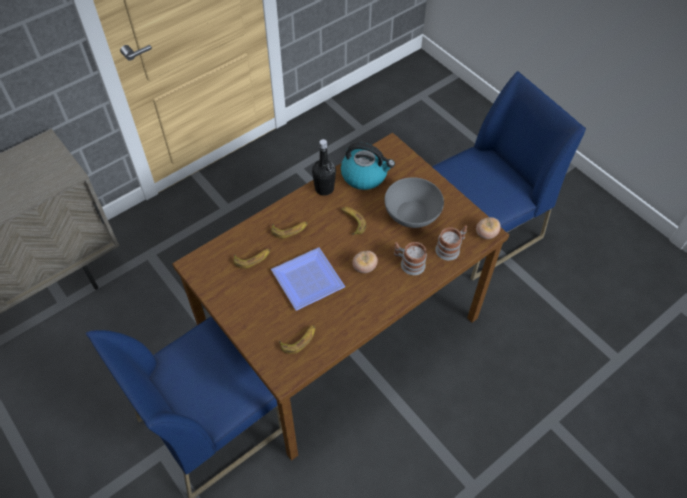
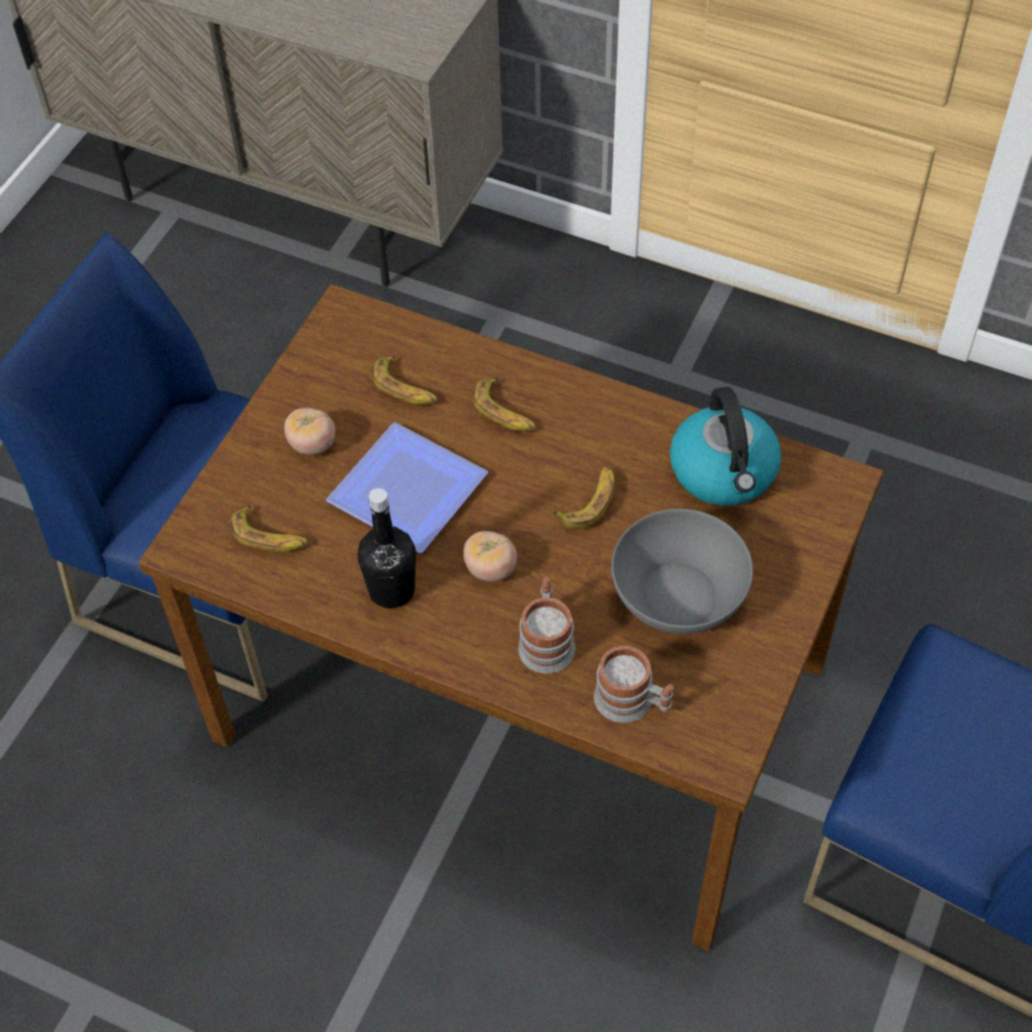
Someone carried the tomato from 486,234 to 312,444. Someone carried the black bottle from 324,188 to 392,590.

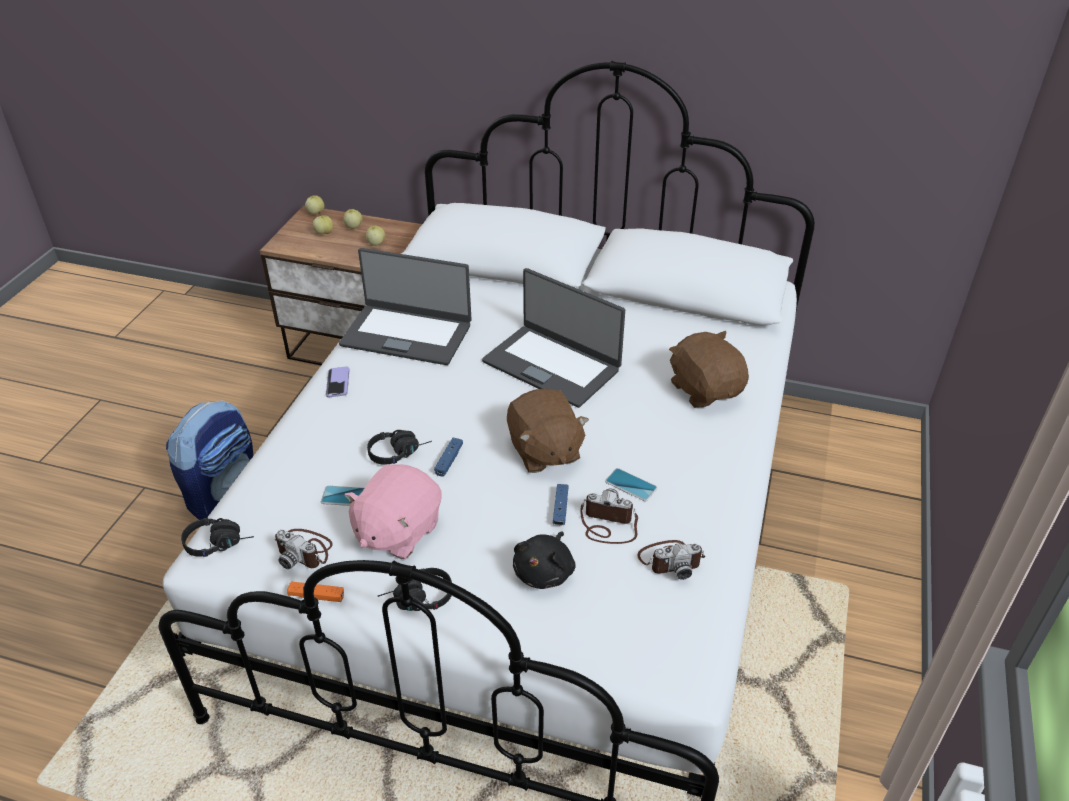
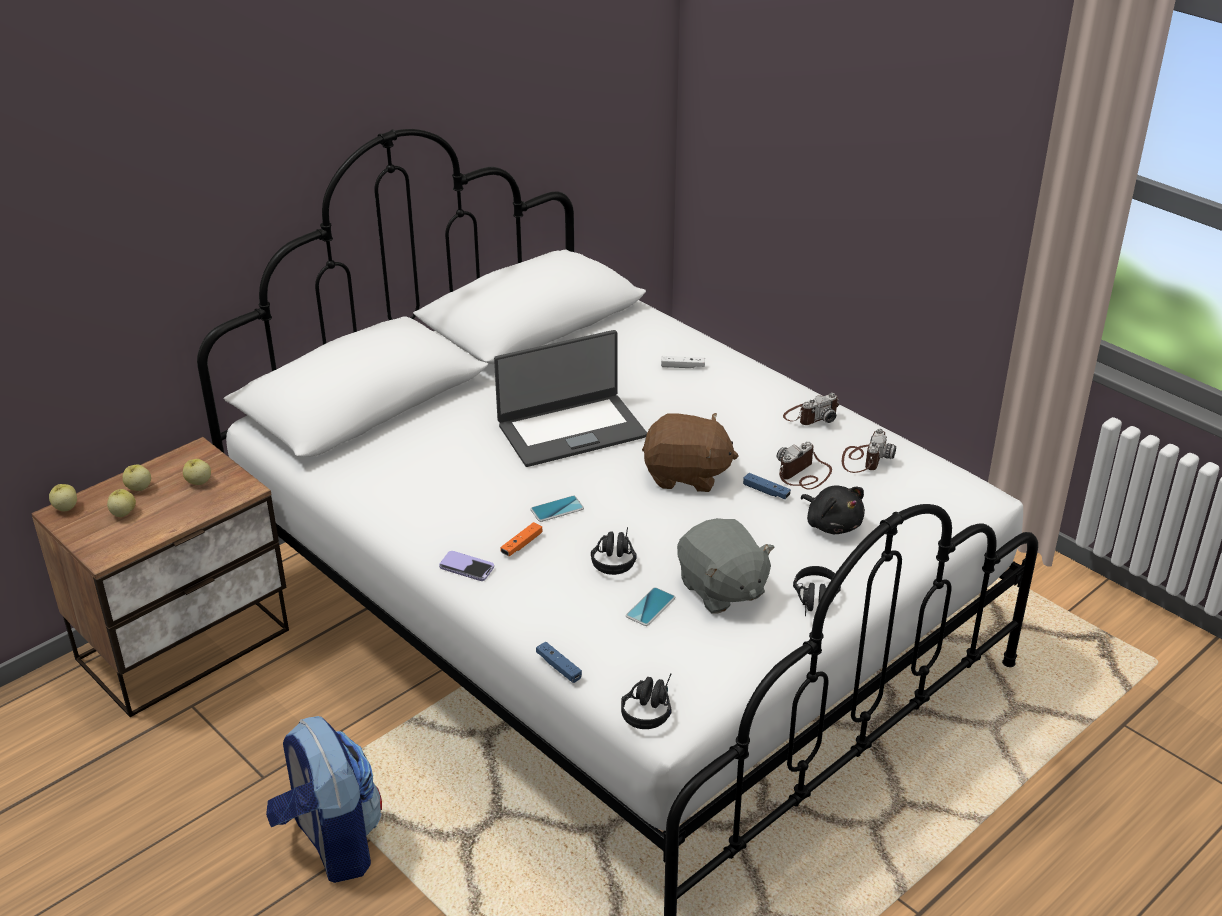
Someone carried the orange game controller from 316,596 to 521,545. Someone carried the phone from 631,485 to 557,509. Someone carried the blue game controller from 449,460 to 558,667. Someone swapped the brown plush toy at 705,389 for the white game controller at 682,366. Someone repainted the pink plush toy at 397,531, which became the grey plush toy at 721,589. Someone carried the photo camera from 305,550 to 811,415. Someone took away the laptop at 407,334.

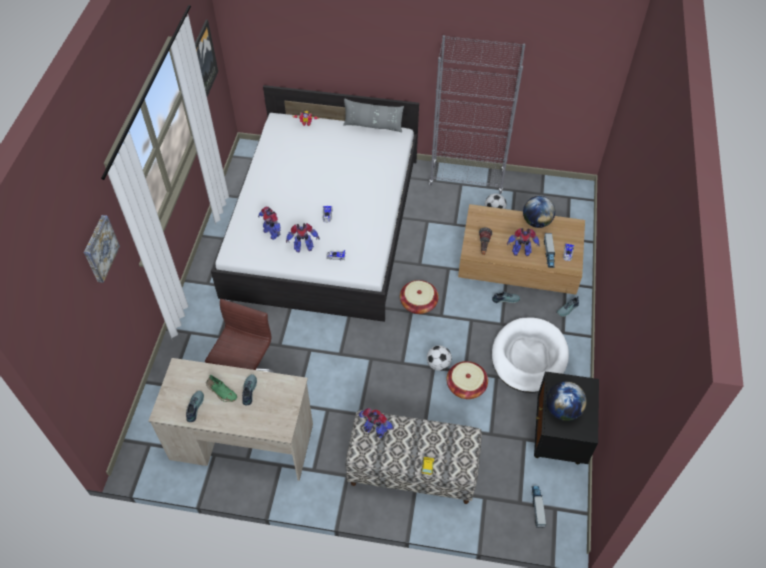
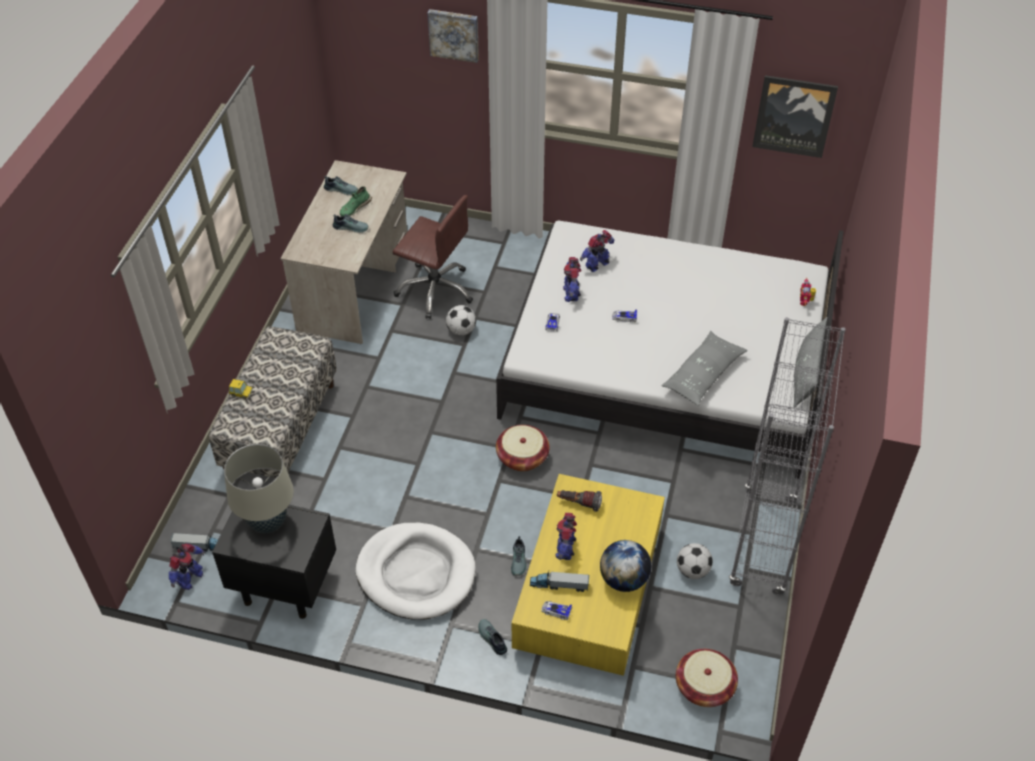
Someone carried the toy robot from 375,430 to 190,578. Someone swapped the globe at 562,410 for the beige table lamp at 268,522. Someone carried the football from 438,364 to 461,330. Someone repainted the brown coffee table at 519,261, which became the yellow coffee table at 588,589. Someone put down the grey pillow at 703,375. Someone carried the basket from 466,386 to 704,686.

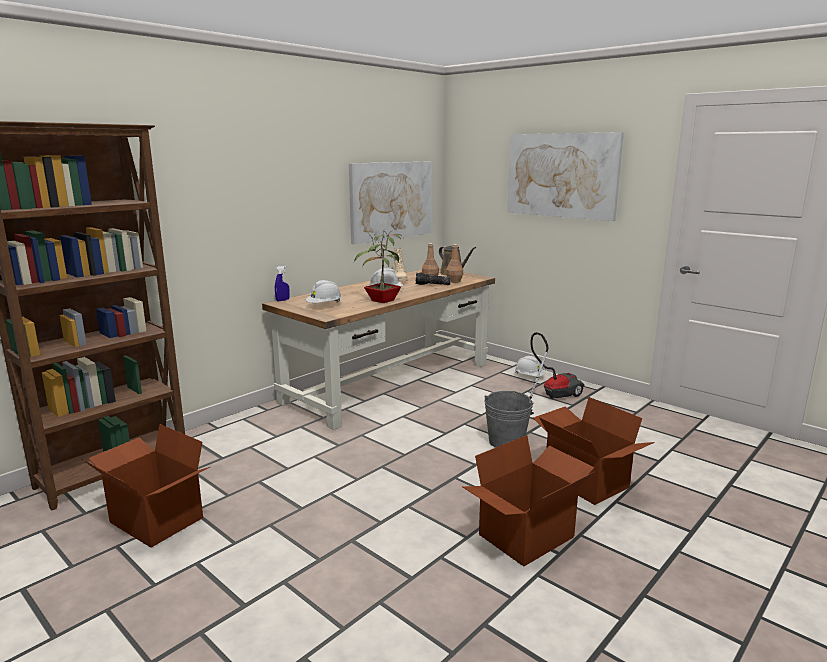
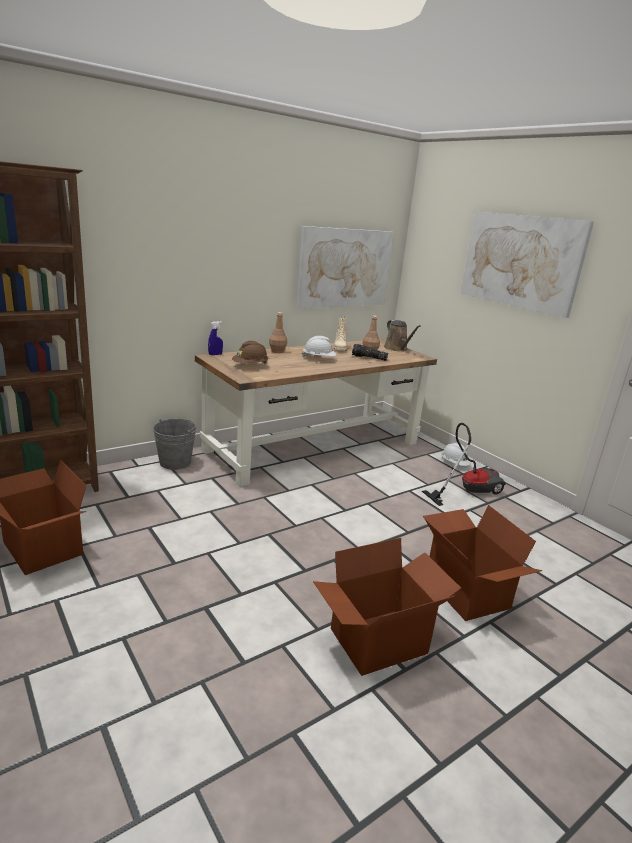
Someone carried the grey bucket from 506,442 to 175,462. Someone repainted the white hard hat at 324,305, which became the brown hard hat at 250,366. Someone carried the brown bottle from 454,281 to 277,351. Someone took away the potted plant at 381,301.

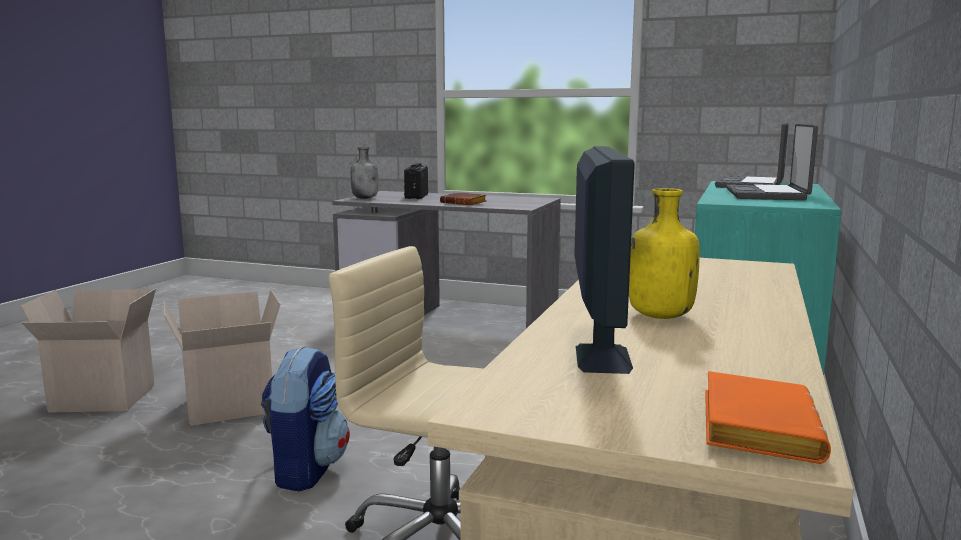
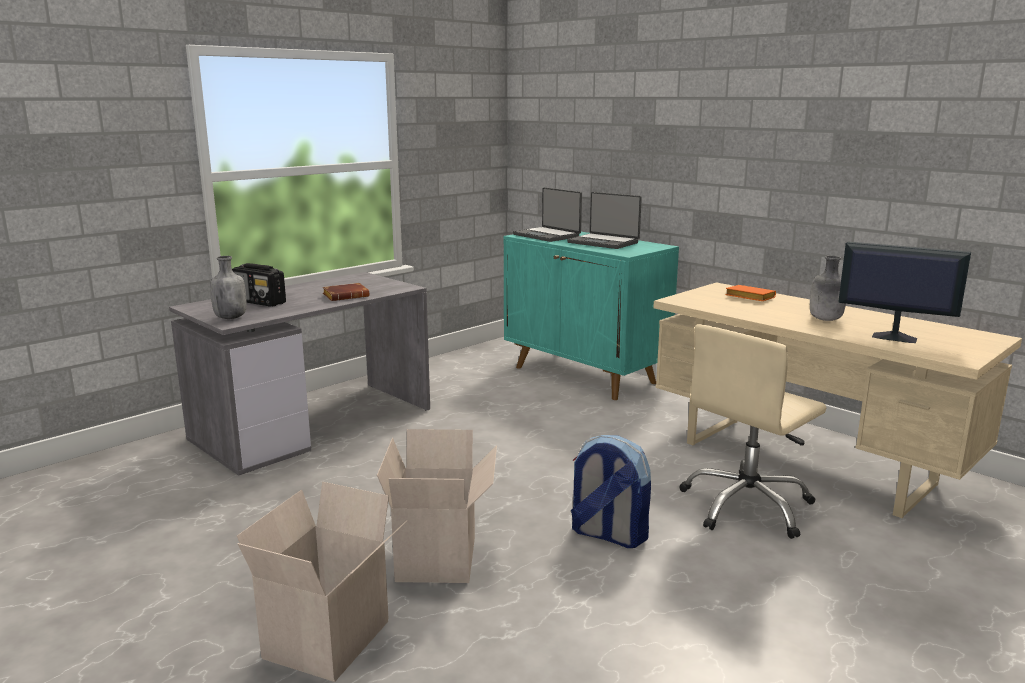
Someone carried the orange book from 753,427 to 748,297. Someone repainted the yellow bottle at 658,316, which became the grey bottle at 825,319.

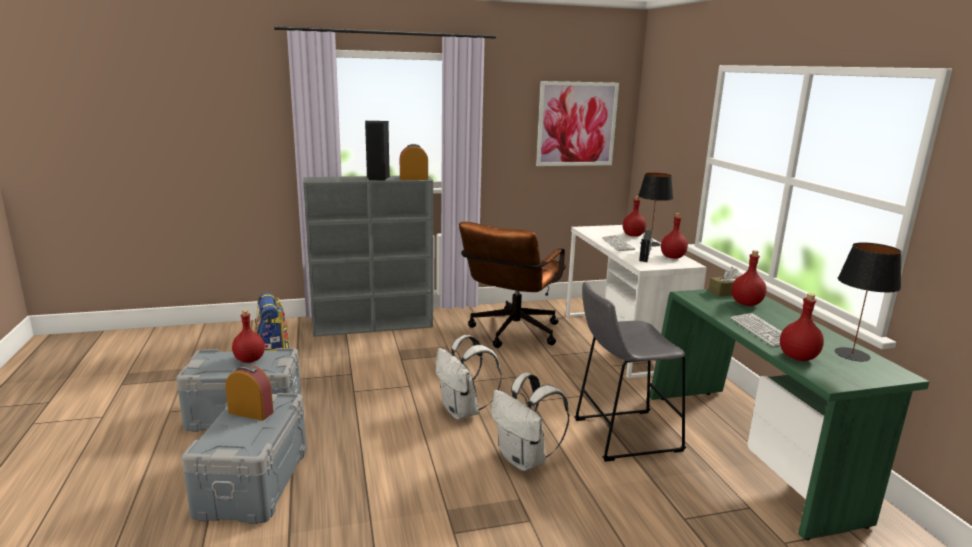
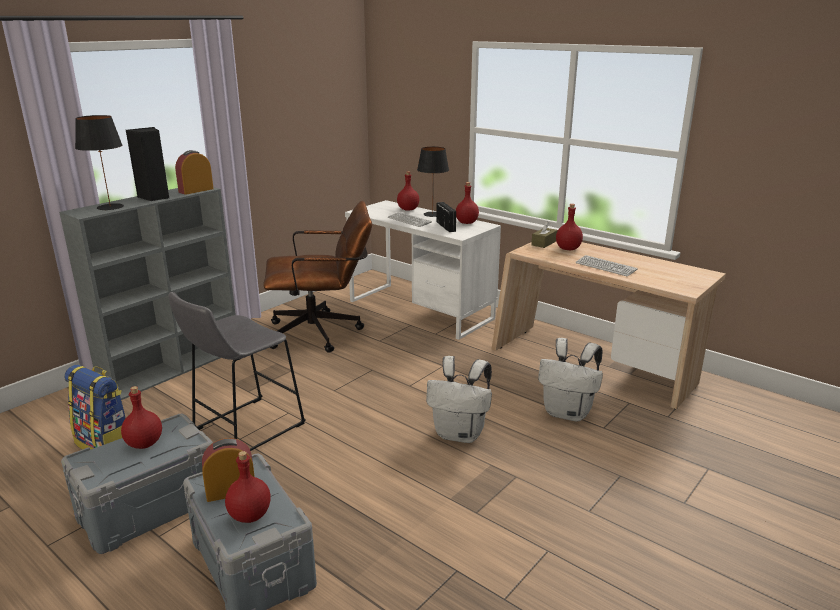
Someone carried the black table lamp from 852,354 to 110,207. Someone carried the grey stool from 621,435 to 243,429. Someone carried the red bottle from 798,358 to 250,515. Someone rotated the brown office chair at 511,334 by 90 degrees counterclockwise. Someone repainted the green desk at 749,454, which became the beige desk at 593,366. Someone carried the white backpack from 463,412 to 568,413. Someone took away the picture at 576,124.

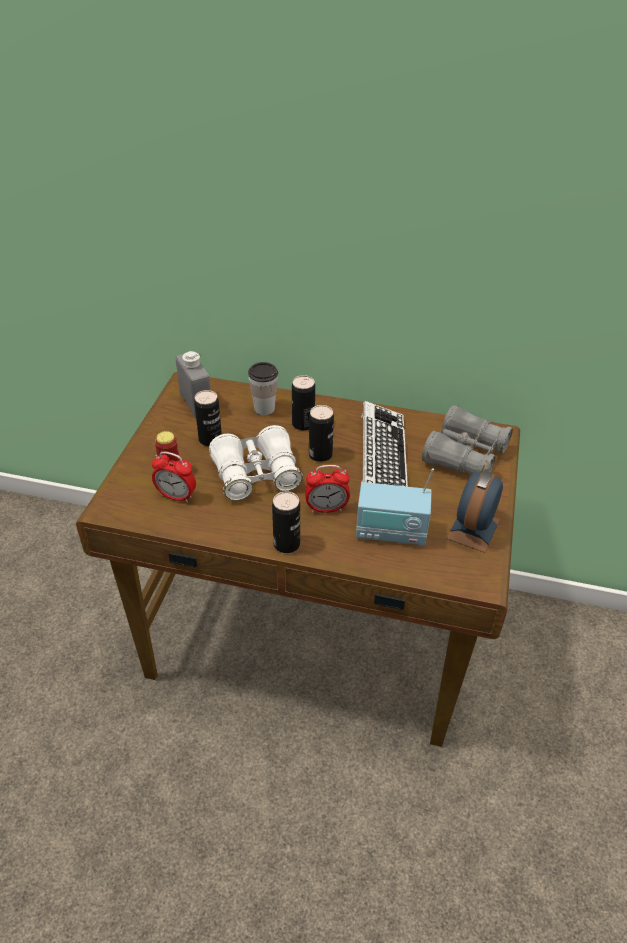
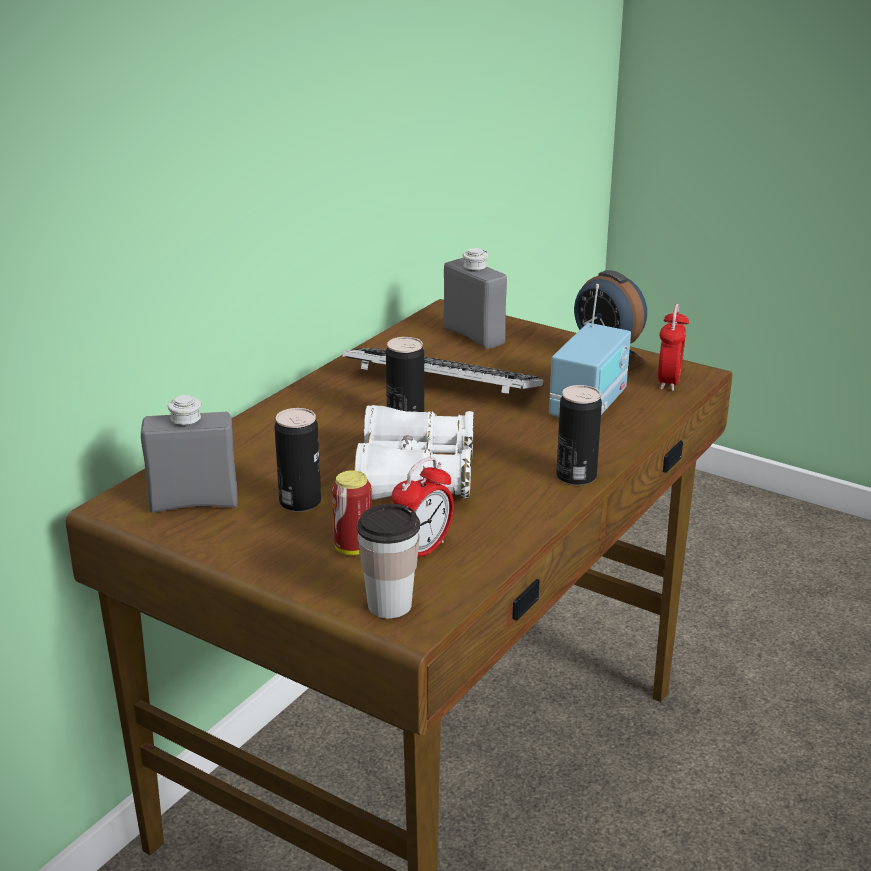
Someone carried the cup from 264,409 to 389,605. Someone swapped the grey binoculars at 464,455 for the grey bottle at 473,336. Someone carried the alarm clock from 326,508 to 669,381. Someone took away the can at 303,424.

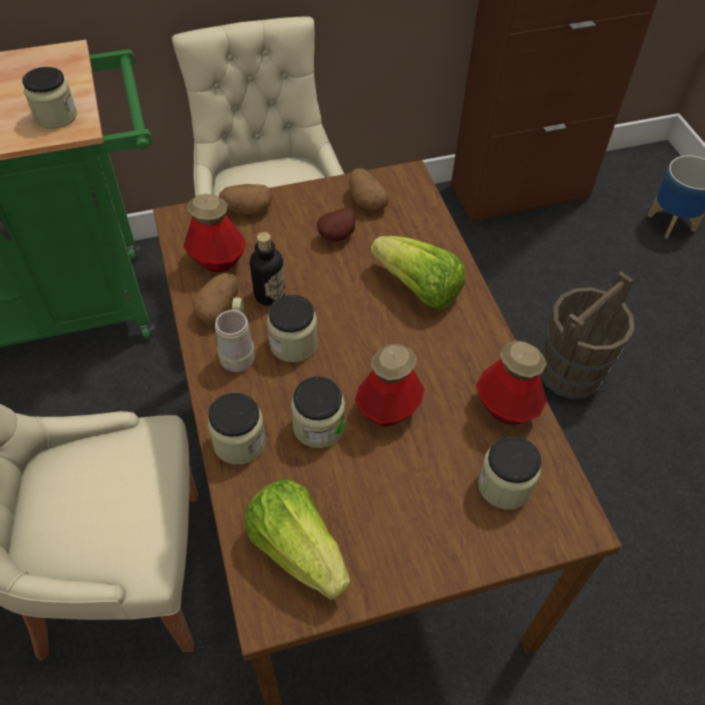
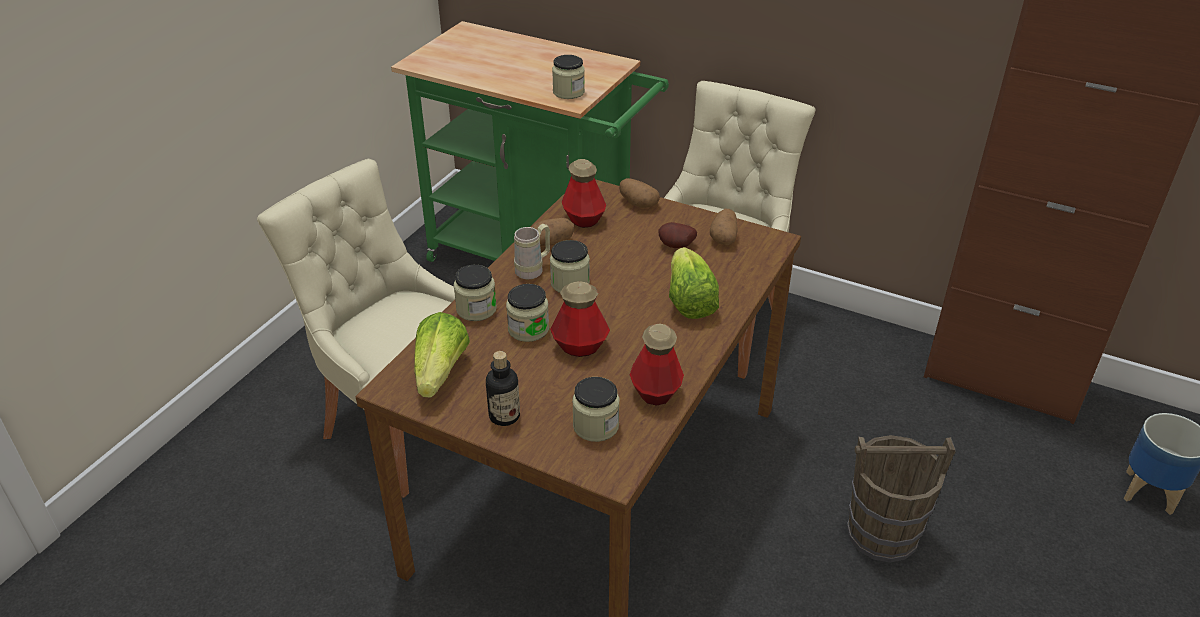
Someone carried the bottle from 269,295 to 504,416.

